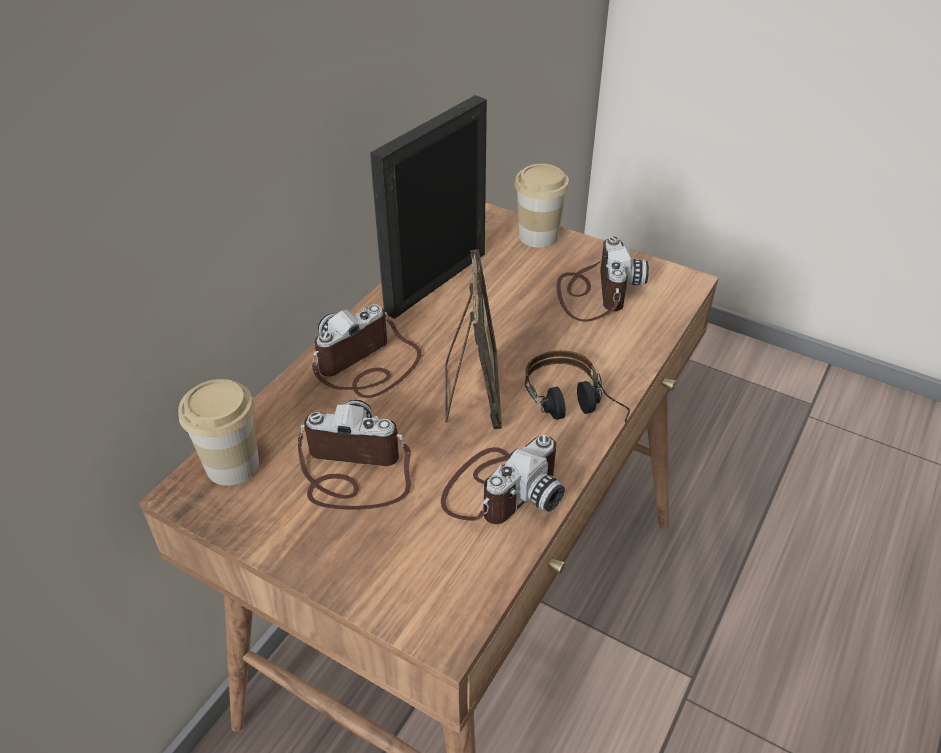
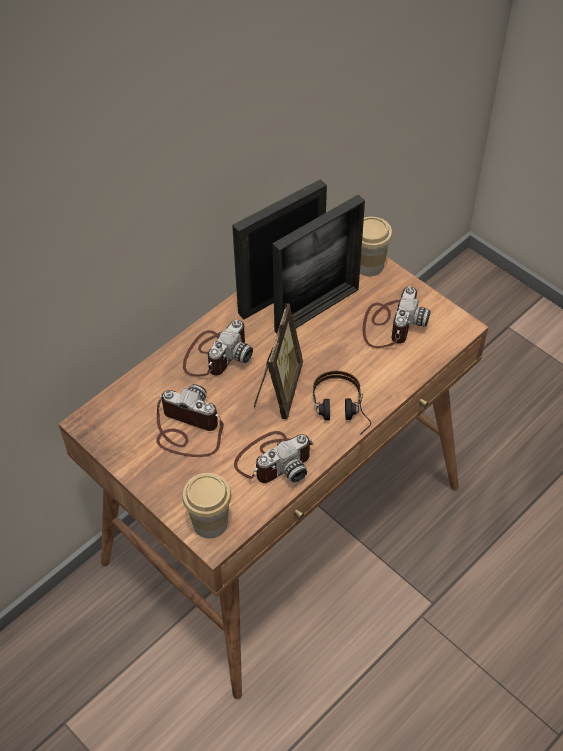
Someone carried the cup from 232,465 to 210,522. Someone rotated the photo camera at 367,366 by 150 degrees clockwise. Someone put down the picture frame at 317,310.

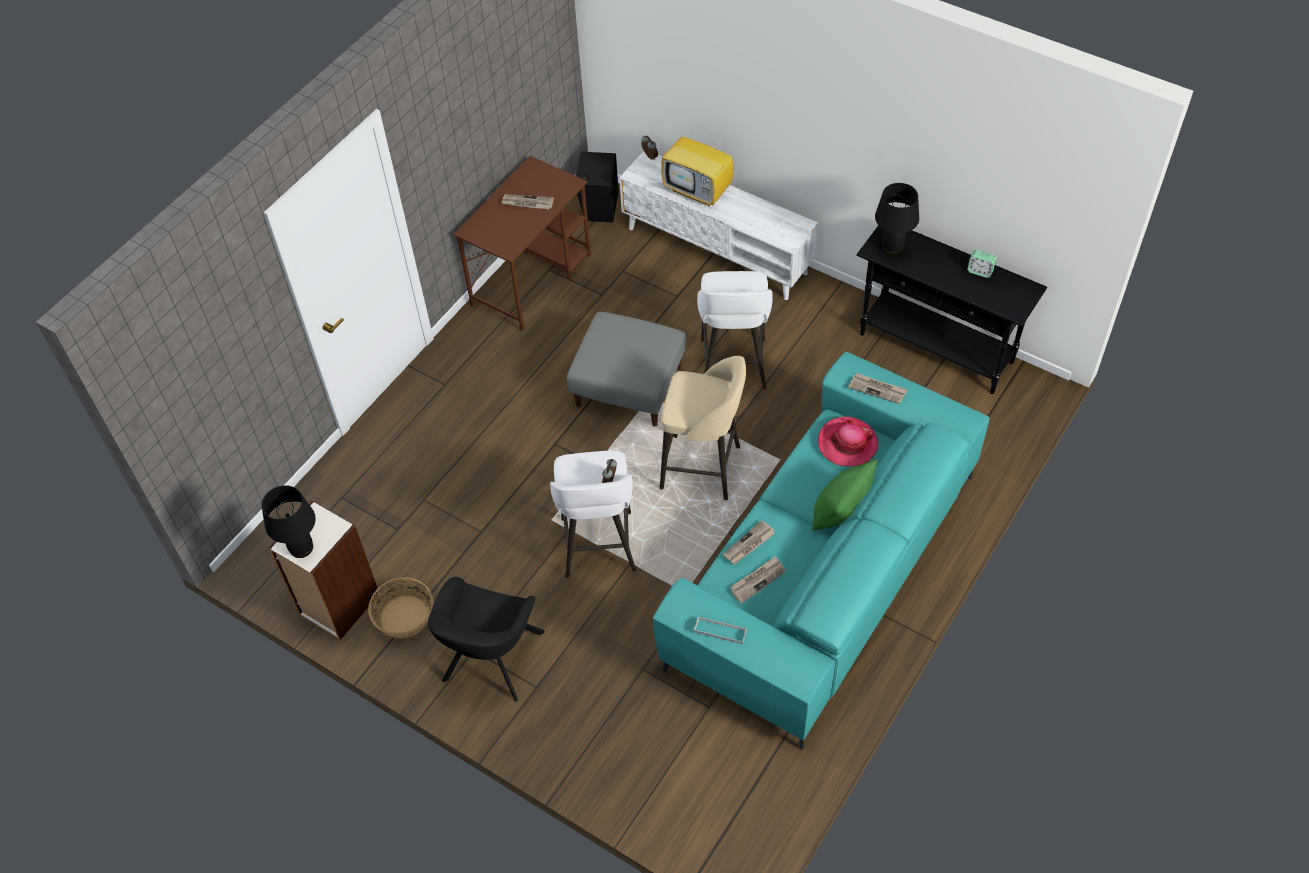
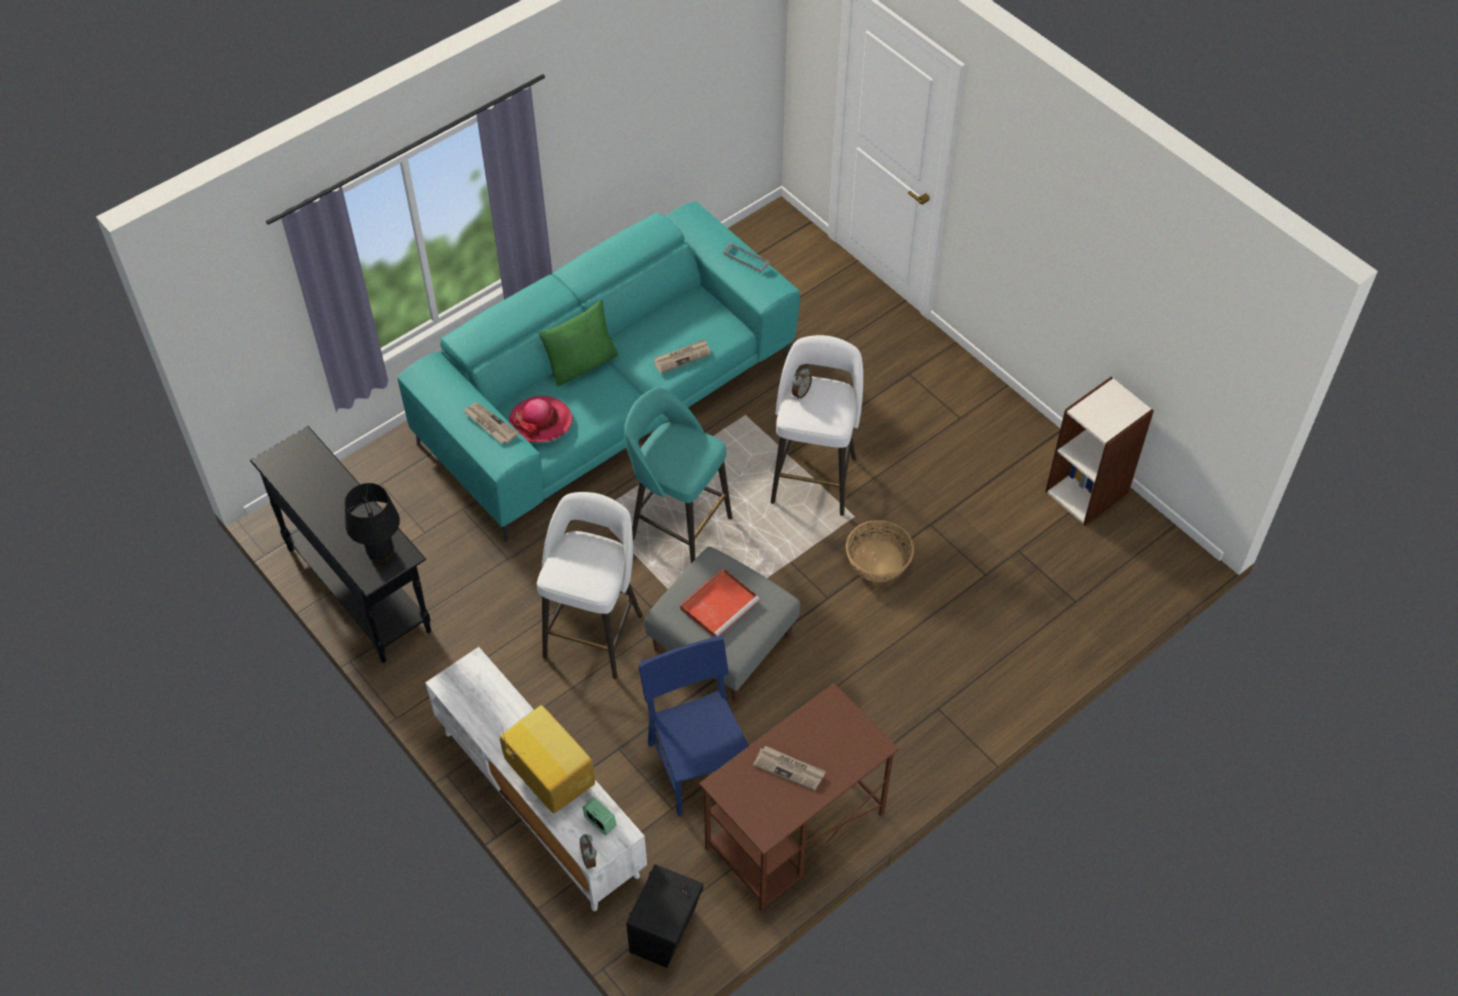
Someone carried the alarm clock from 980,271 to 600,822. Someone repainted the beige stool at 703,468, which became the turquoise stool at 678,526. Someone put down the blue chair at 698,766. Someone put down the red tray at 720,604. Someone carried the basket from 404,617 to 878,561. Someone took away the black table lamp at 302,547. Someone took away the black armchair at 491,661. Someone took away the newspaper at 758,580.

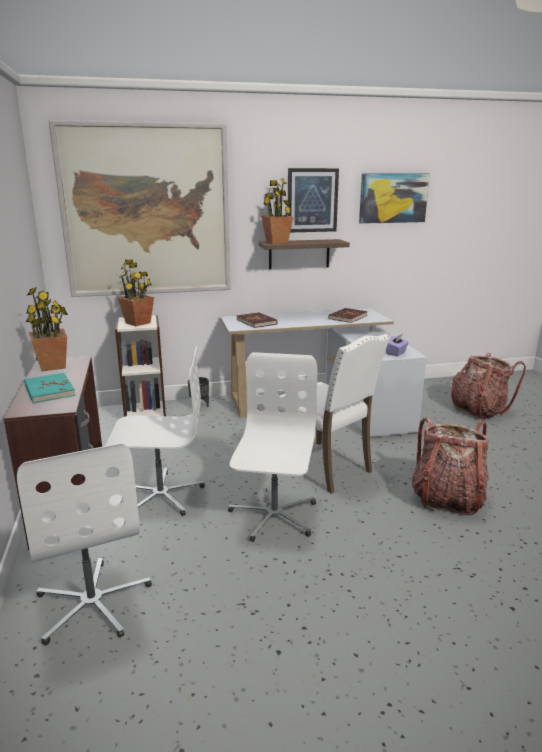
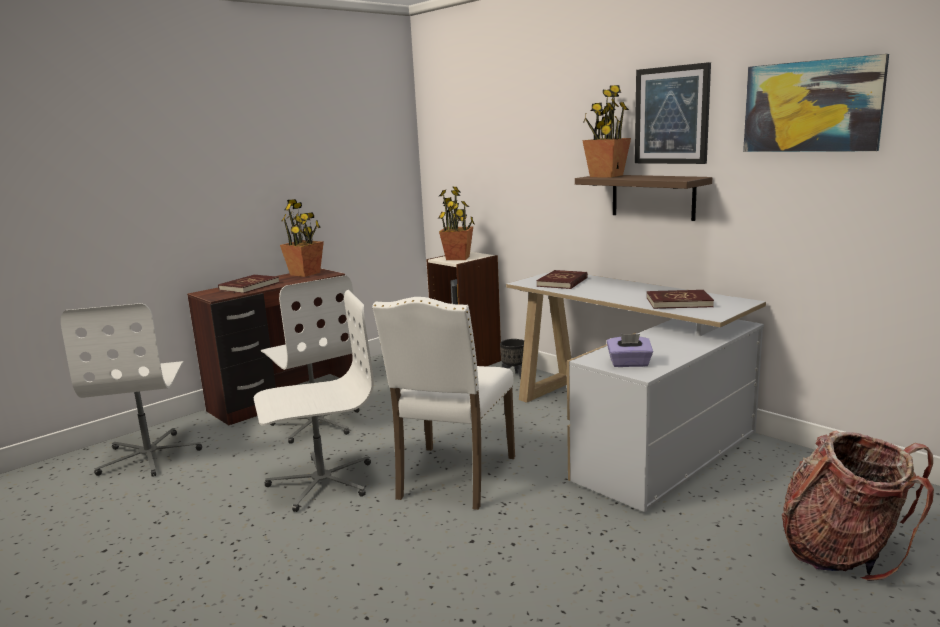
Someone rotated the white office chair at 93,603 by 45 degrees counterclockwise. Someone repainted the turquoise book at 49,390, which became the red book at 249,286. Someone took away the picture at 147,211. Someone took away the backpack at 447,498.

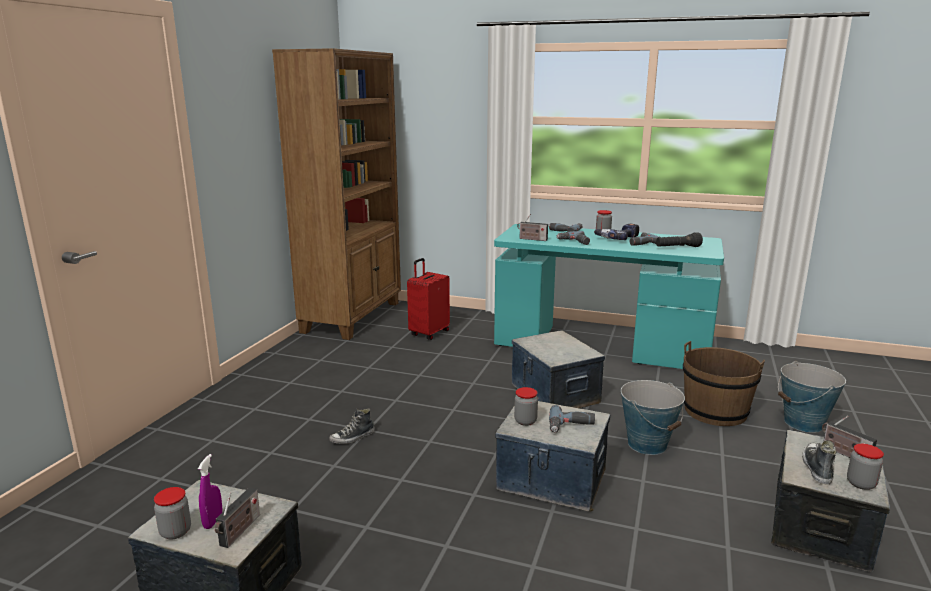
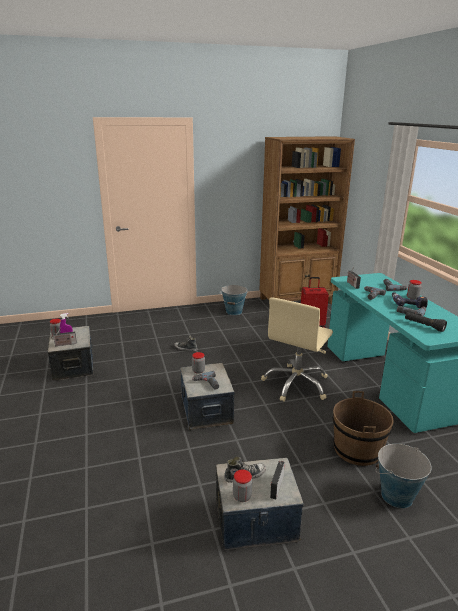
Someone carried the bucket from 647,444 to 234,312. Someone swapped the storage box at 554,394 for the beige office chair at 296,384.

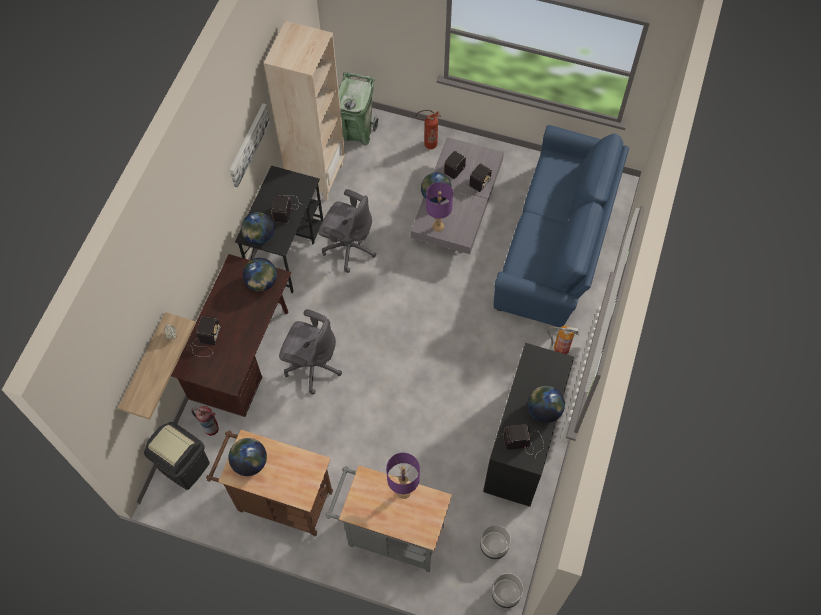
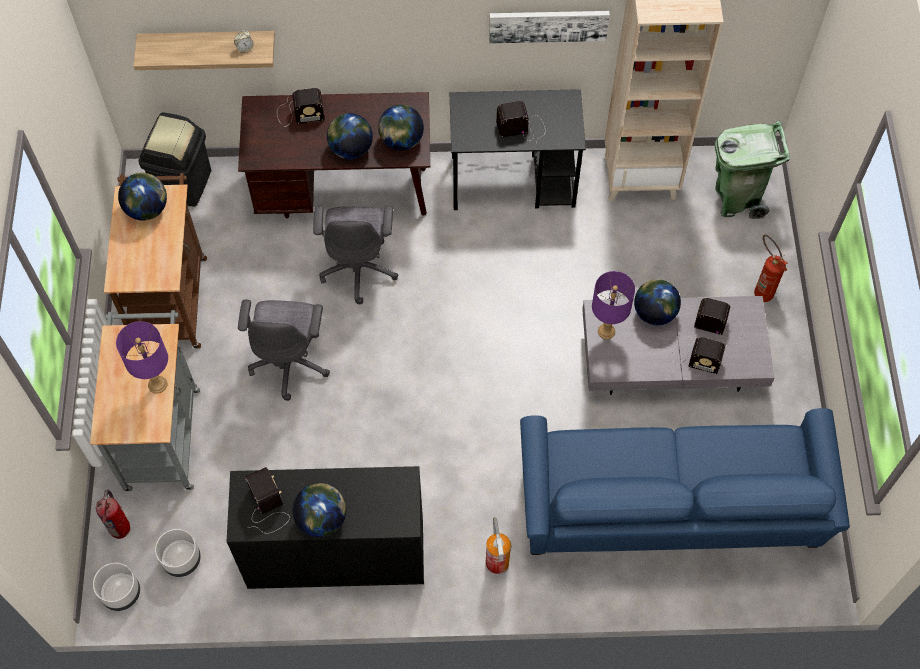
Someone carried the fire extinguisher from 211,428 to 120,528. Someone carried the grey office chair from 349,248 to 290,362. Someone carried the globe from 260,237 to 351,149.

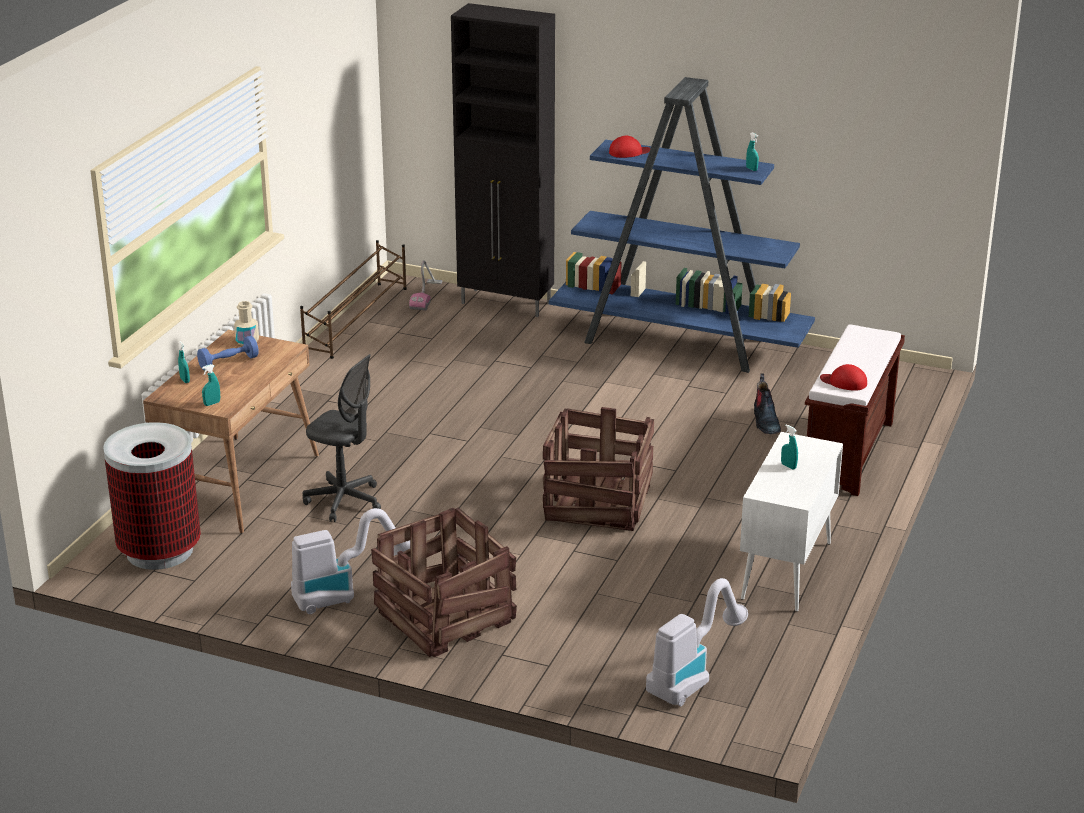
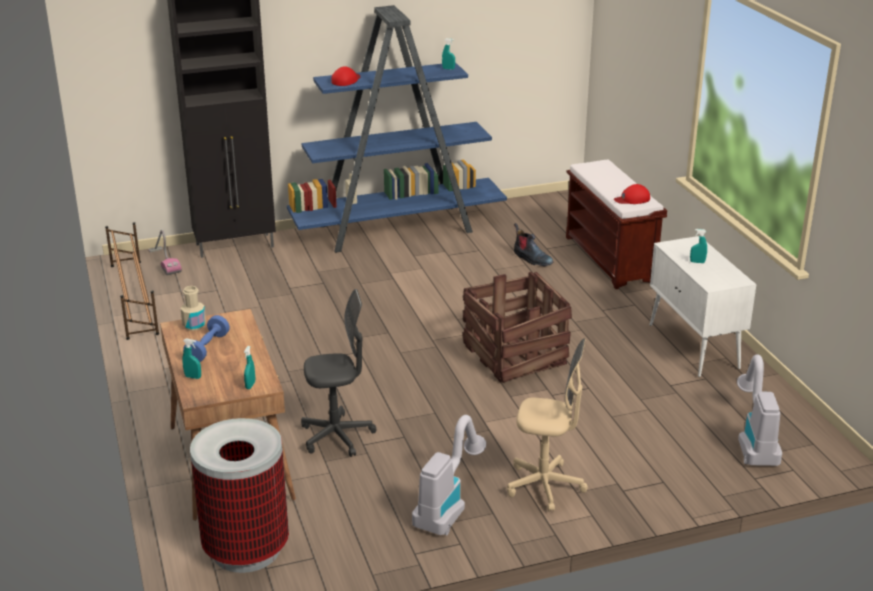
Someone swapped the crate at 443,618 for the beige office chair at 545,486.

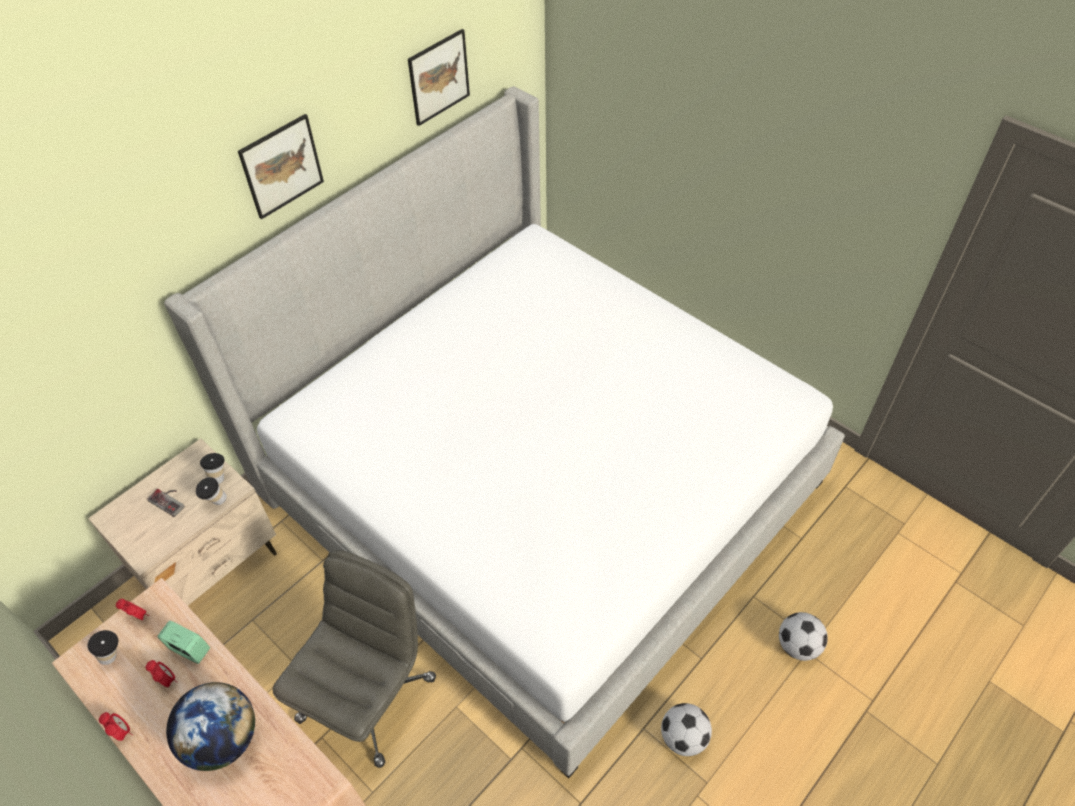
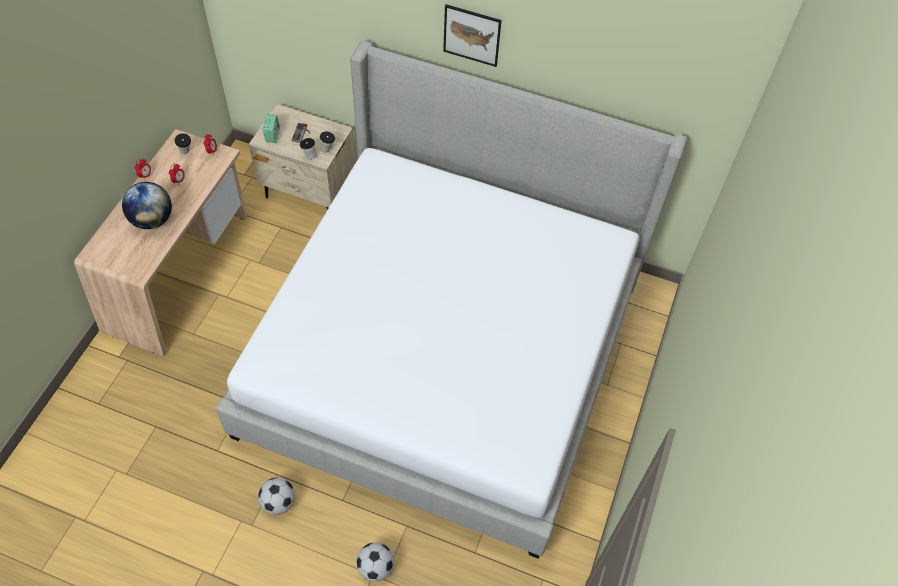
Someone carried the alarm clock from 190,650 to 272,135. Someone took away the grey office chair at 367,696. Someone took away the picture at 439,77.

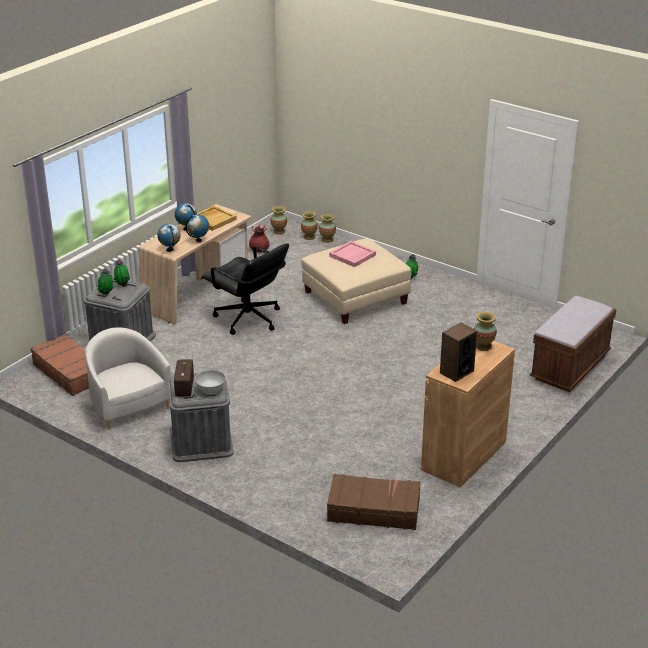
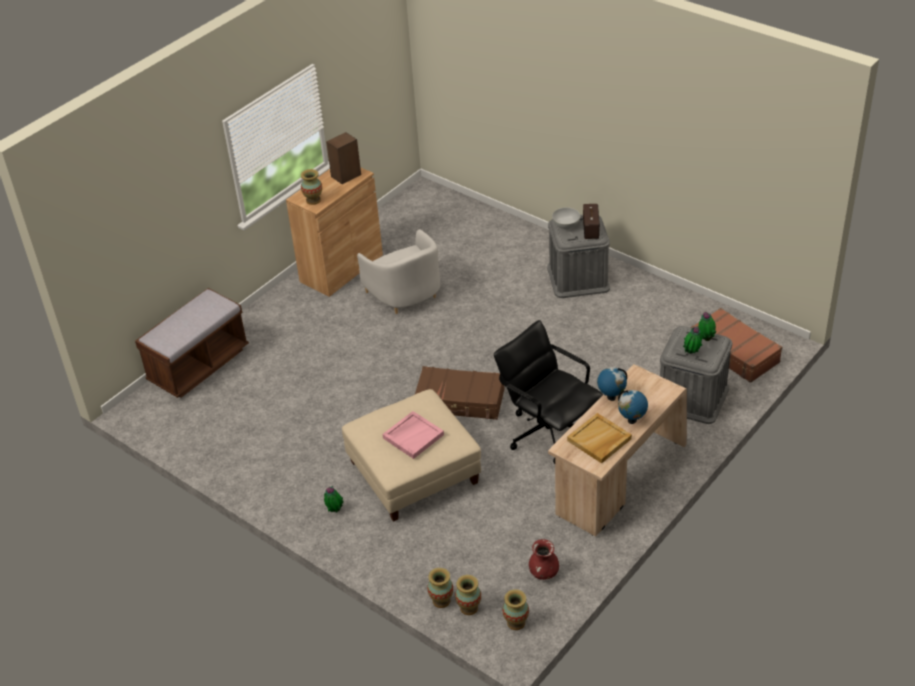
Someone carried the white armchair from 127,405 to 406,294. Someone carried the brown suitcase from 373,510 to 460,401. Someone took away the globe at 170,250.

